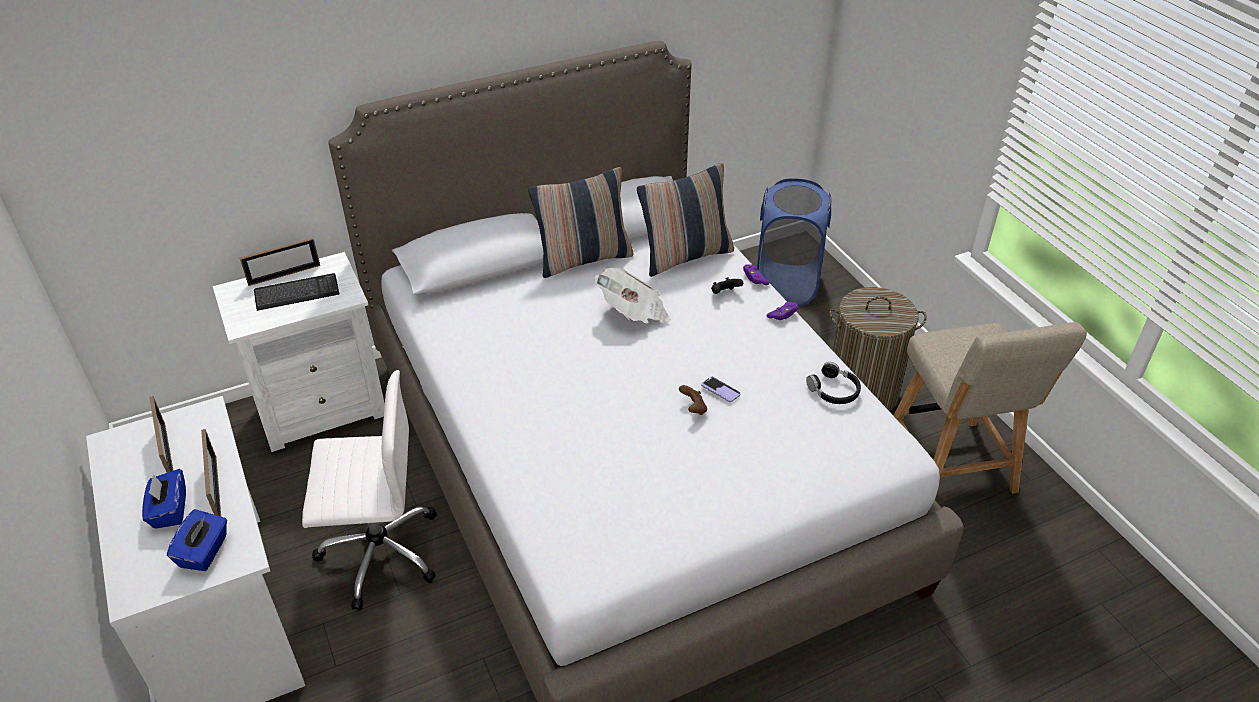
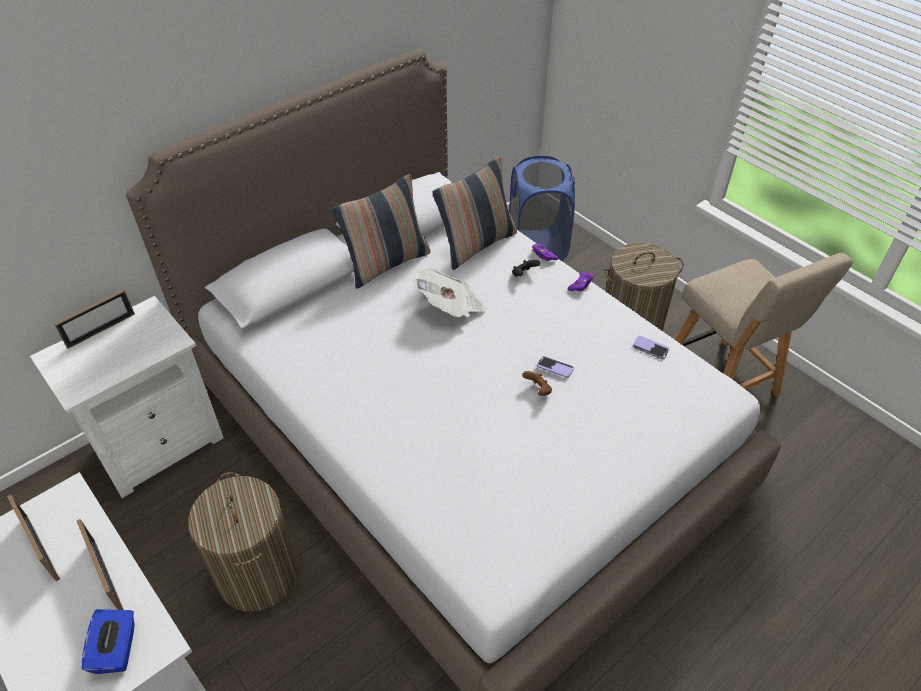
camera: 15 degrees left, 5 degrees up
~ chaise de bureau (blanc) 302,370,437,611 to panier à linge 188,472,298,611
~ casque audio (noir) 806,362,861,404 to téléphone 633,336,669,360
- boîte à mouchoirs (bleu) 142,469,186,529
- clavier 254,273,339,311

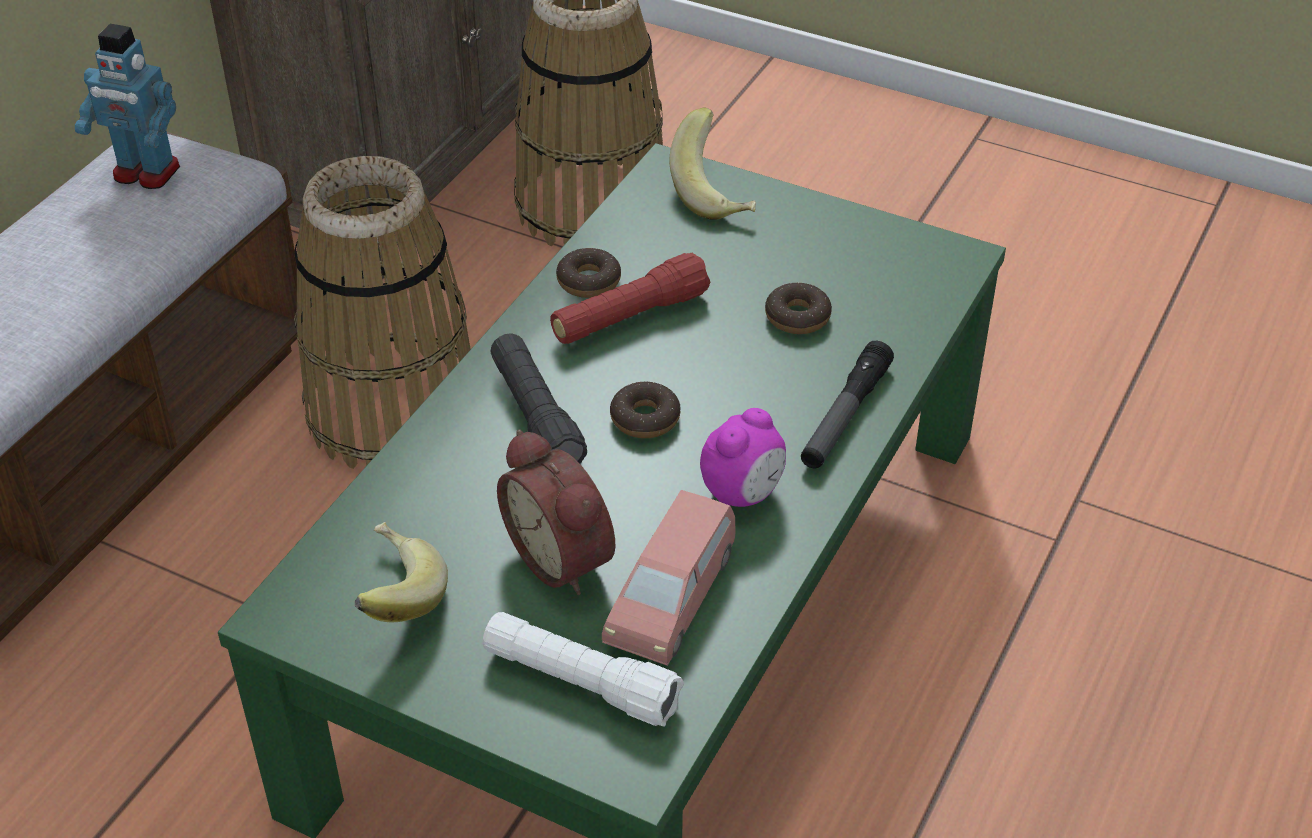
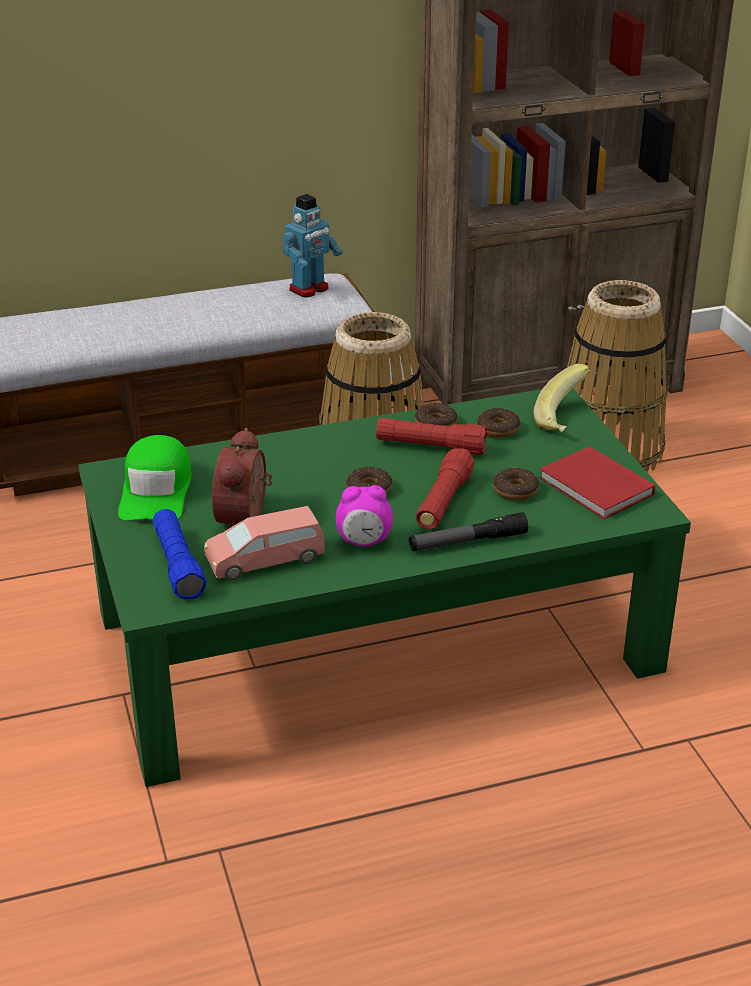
camera: 45 degrees right, 10 degrees down
~ banane 355,522,448,623 to casquette (vert) 118,435,191,520
~ lampe de poche (blanc) 483,612,684,726 to lampe de poche (bleu) 152,509,206,599
~ robot jouet 75,24,180,189 = 283,194,342,298 105 degrees counterclockwise
+ lampe de poche (rouge) 416,448,474,529
+ beignet 477,408,520,438
+ livre (rouge) 539,446,655,519
- lampe de poche (noir) 490,333,587,464

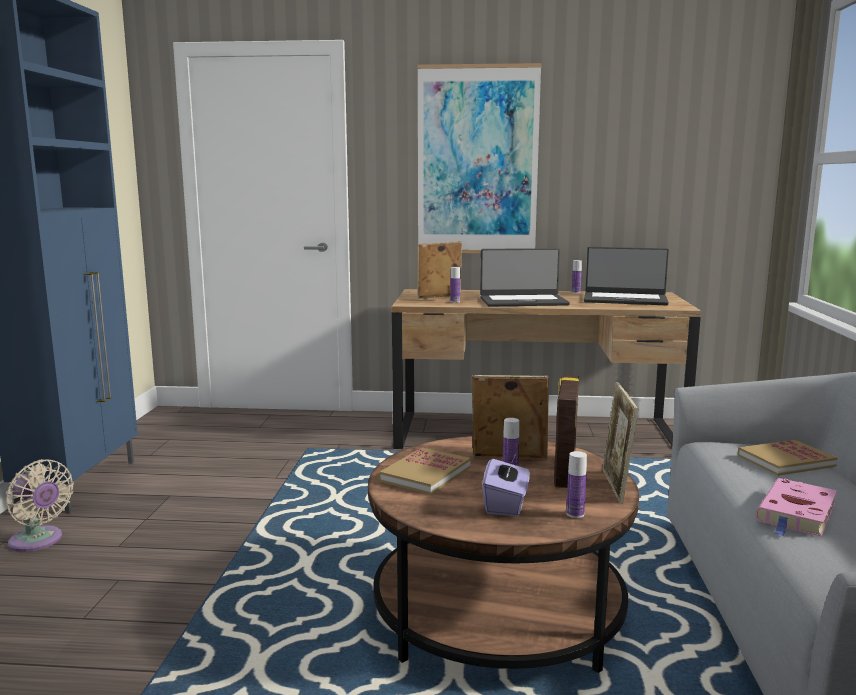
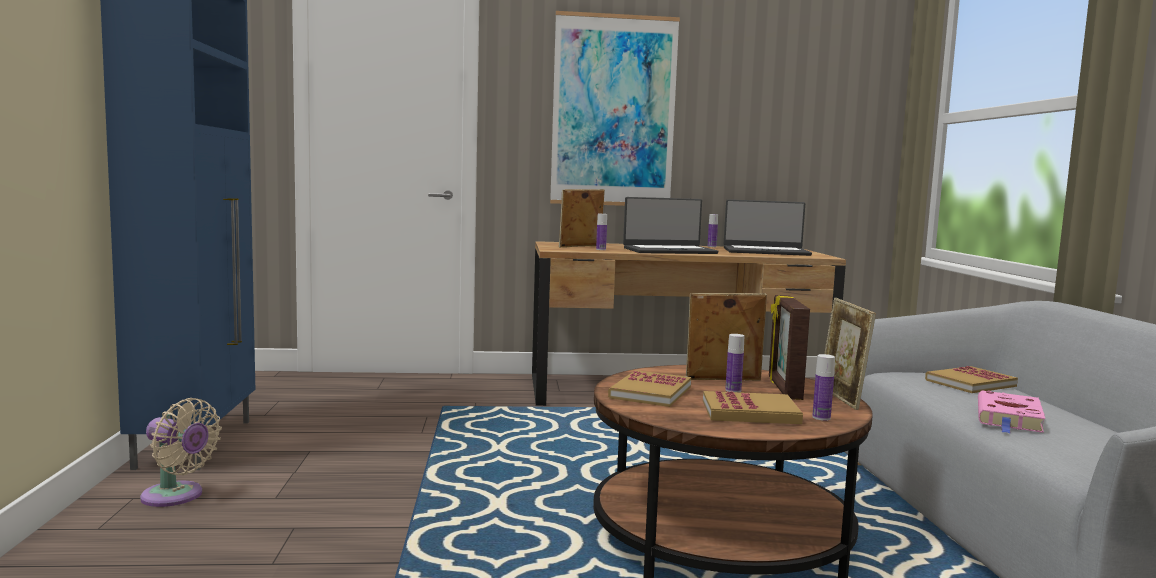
camera: 10 degrees left, 5 degrees down
~ boîte à mouchoirs (violet) 482,454,530,516 to livre 703,391,803,424

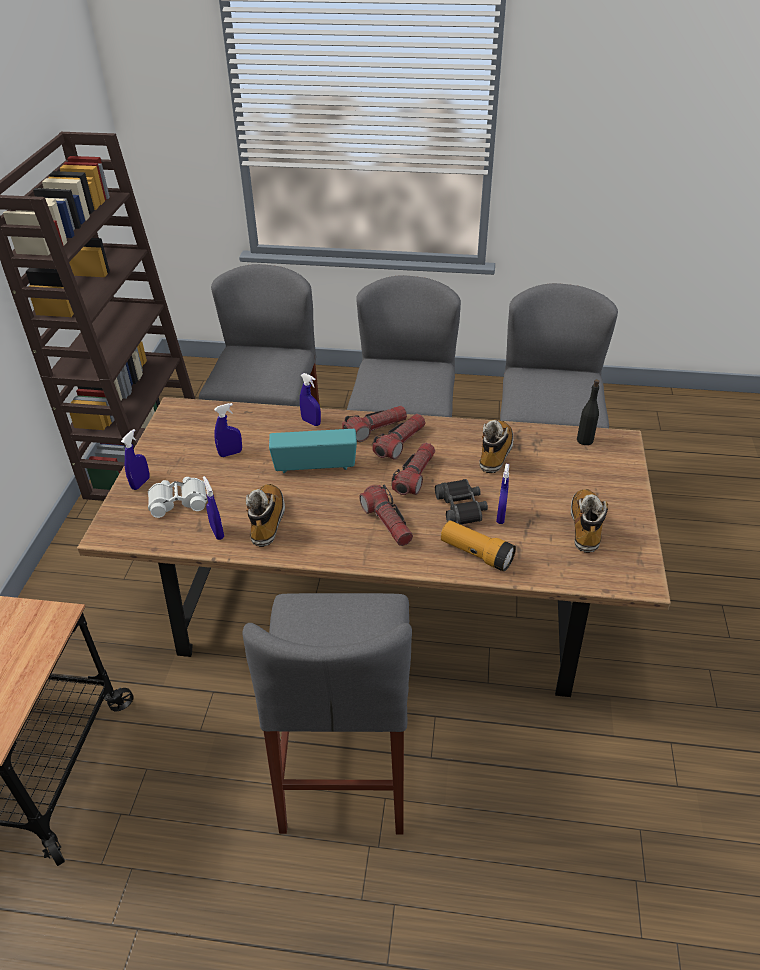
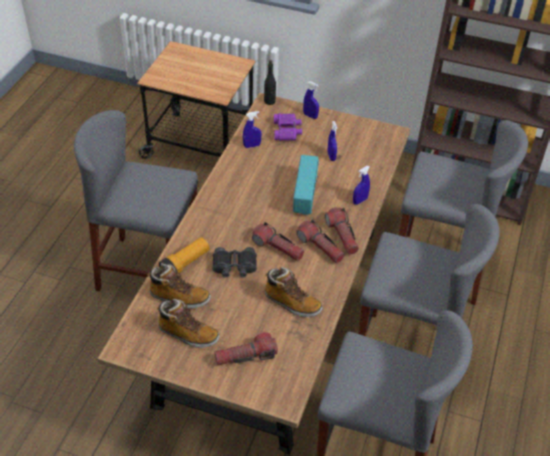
camera: 100 degrees right, 5 degrees up
~ botte 246,484,285,547 to 148,264,211,309
~ lampe de poche 359,485,413,546 to 214,332,278,365
~ bouteille (noir) 577,379,599,445 to 264,60,276,105
~ jumelles (blanc) 148,477,207,518 to jumelles (violet) 274,113,302,141
- vaporisateur (bleu) 496,464,509,524

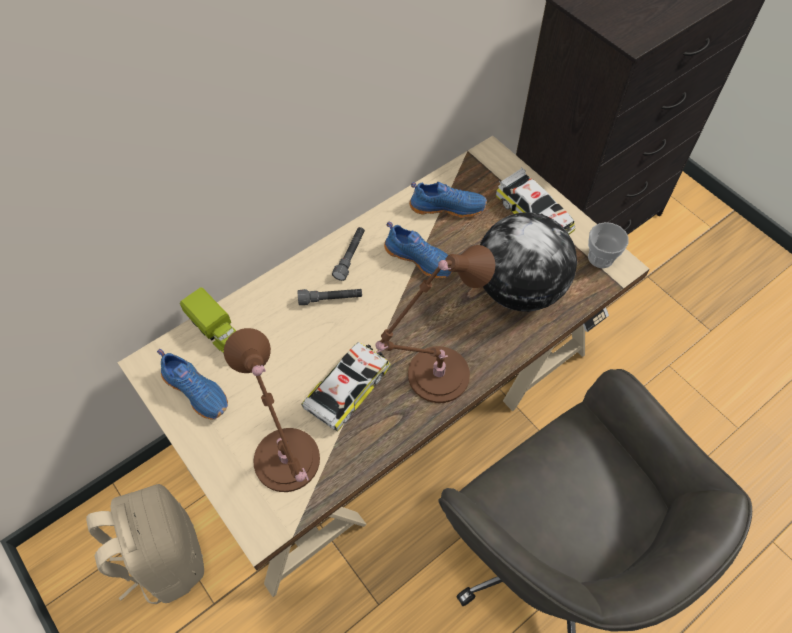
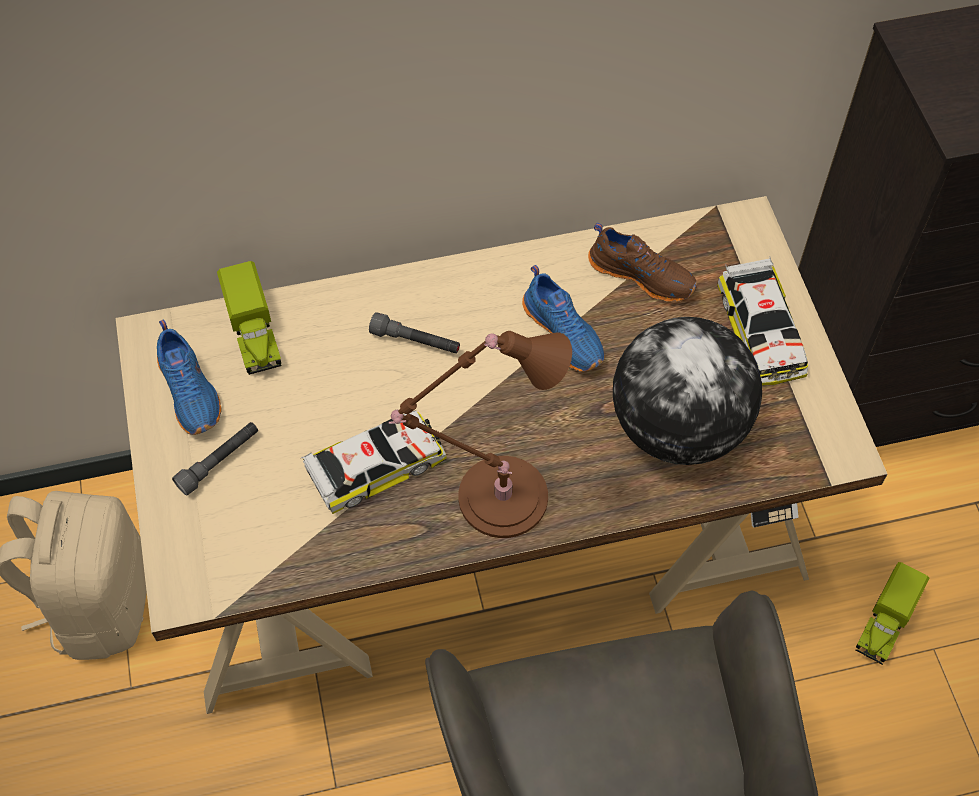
camera: 25 degrees right, 0 degrees up
~ lampe de poche (gris) 332,227,365,281 to 172,422,258,496
~ chaussure (bleu) 409,182,487,218 to chaussure (marron) 588,223,697,302
+ camion jouet 856,562,930,665
- lampe de table (marron) 224,328,320,492
- tasse 588,222,629,268

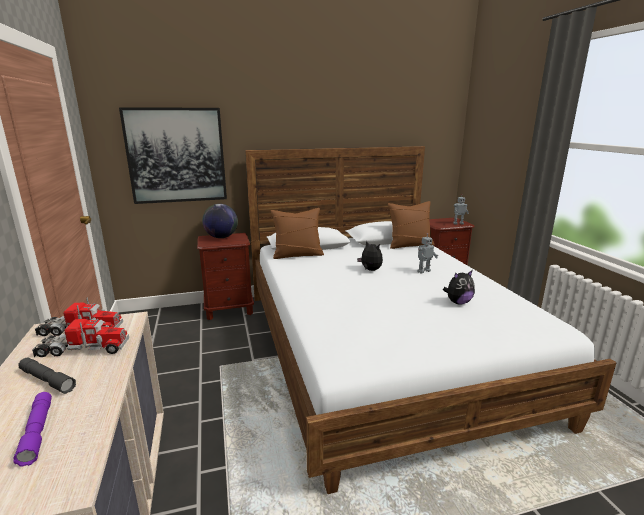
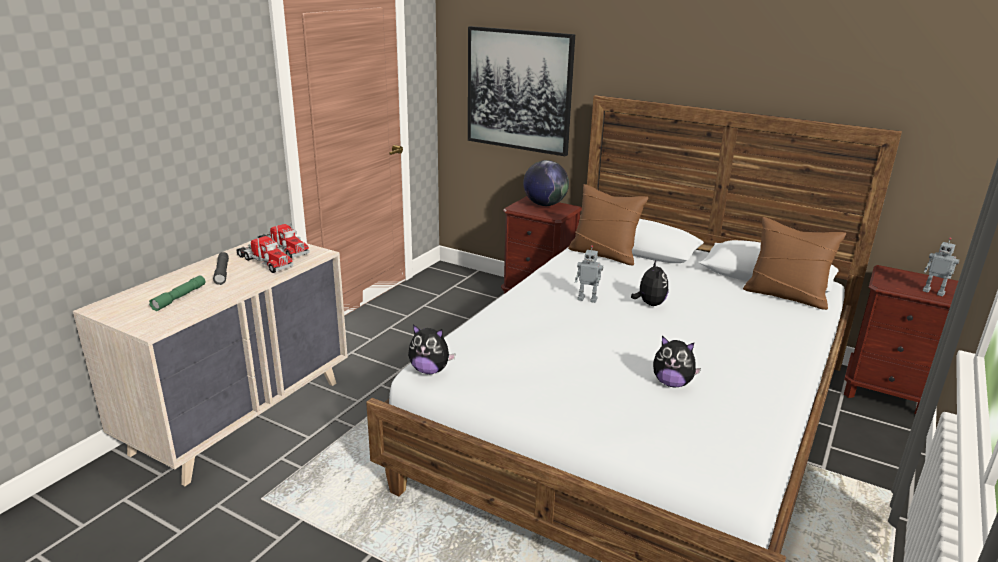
camera: 45 degrees right, 5 degrees up
~ lampe de poche (violet) 13,392,52,467 to lampe de poche (vert) 149,276,205,311
+ peluche 408,325,456,374
~ robot jouet 417,233,438,274 to 575,245,603,303

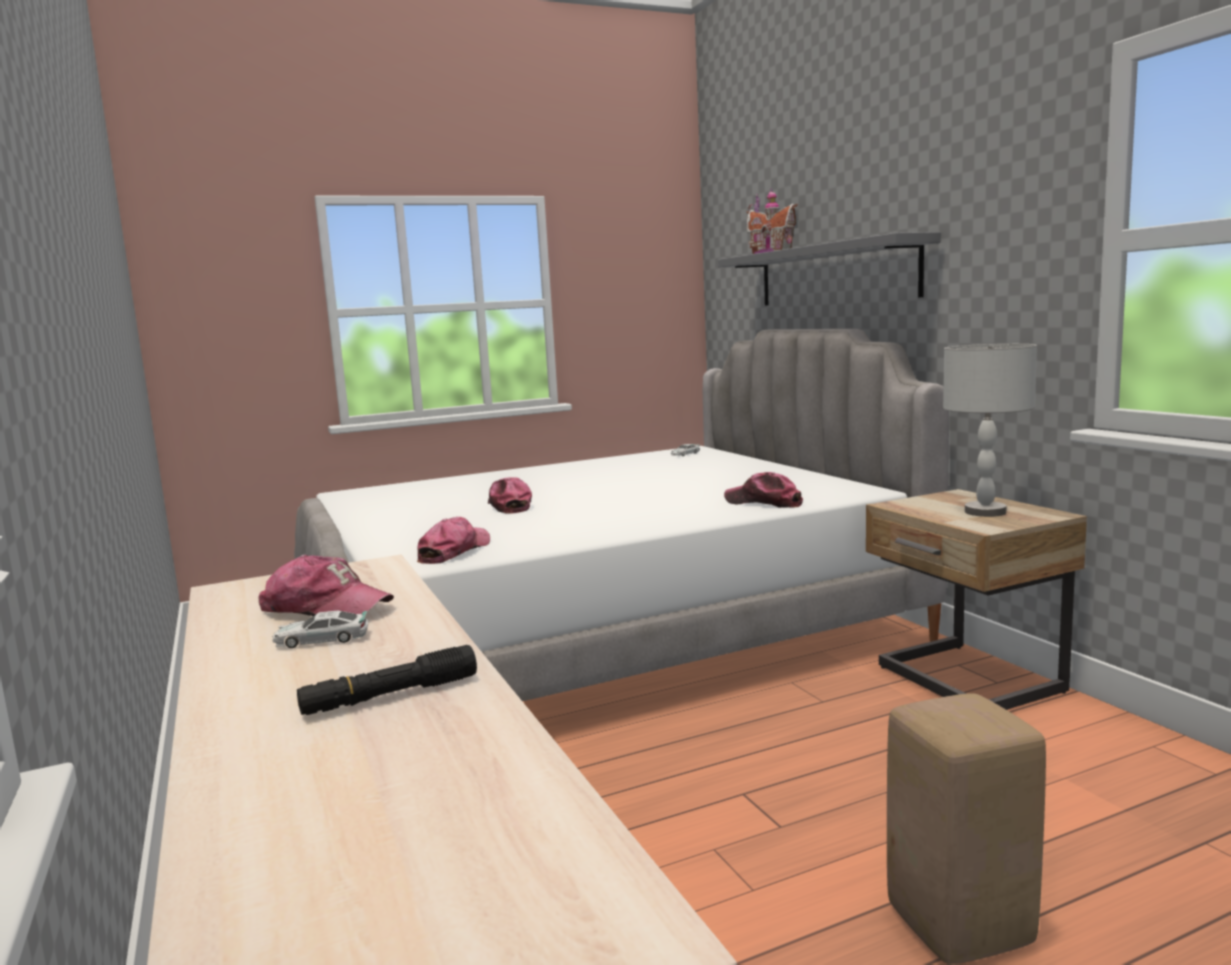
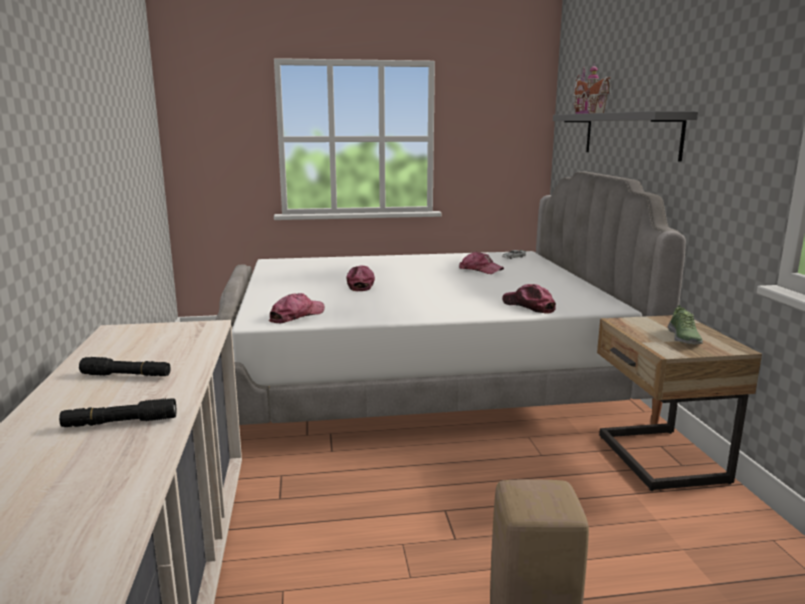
camera: 15 degrees right, 5 degrees up
~ petite voiture 273,610,368,648 to lampe de poche (noir) 79,357,171,376
~ casquette 258,555,394,616 to 459,252,504,274
~ lampe de table (gris) 943,344,1037,517 to chaussure 668,305,703,345

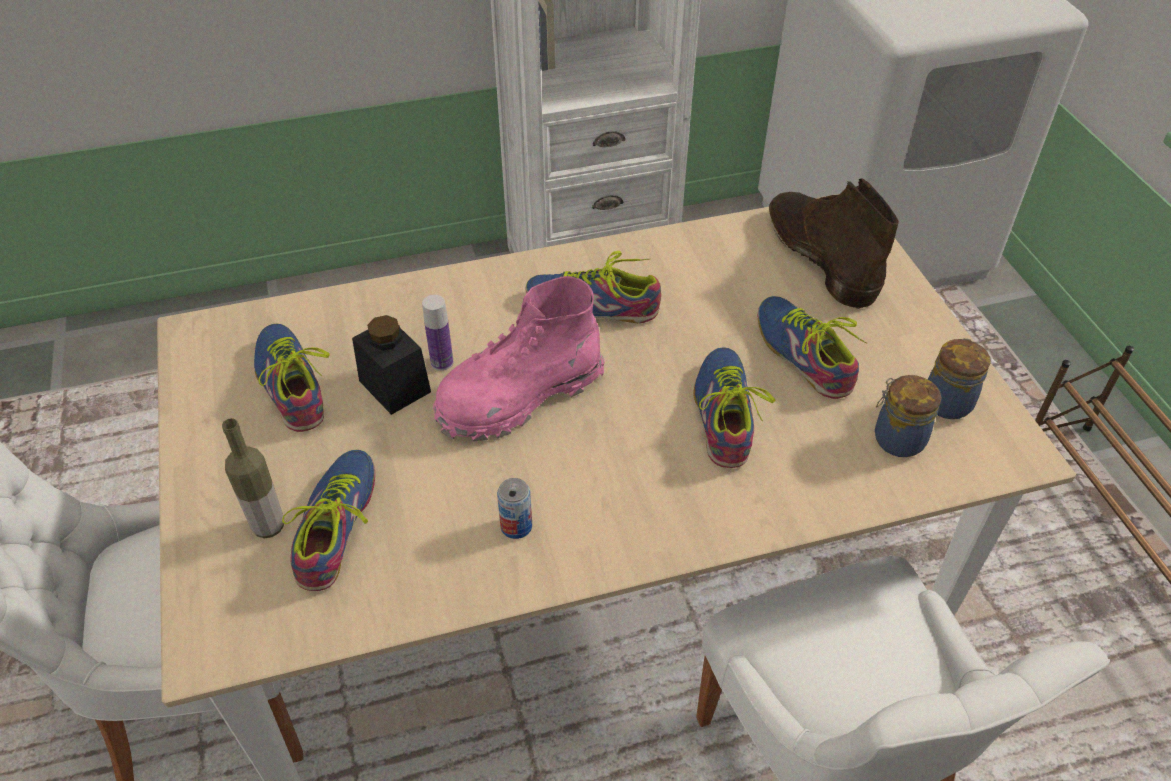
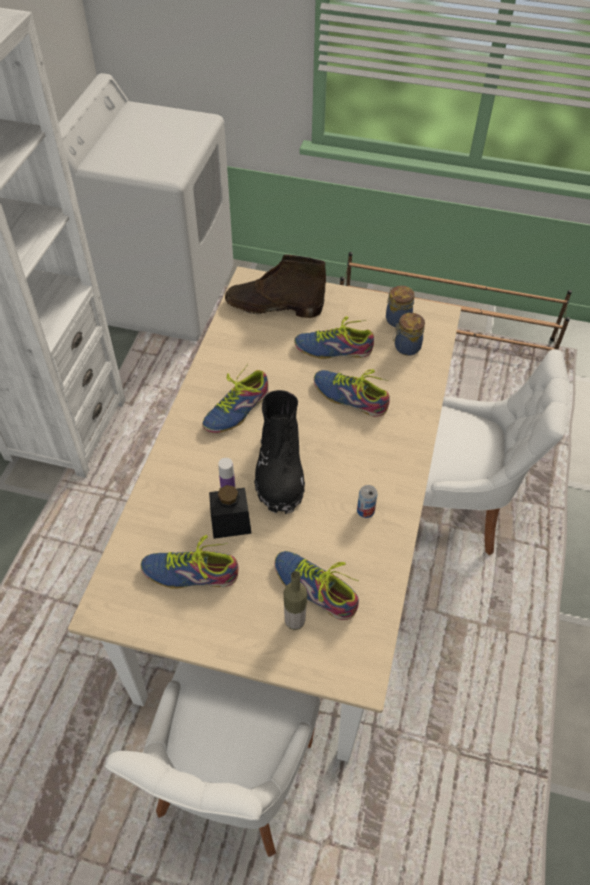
camera: 60 degrees left, 5 degrees up
~ botte (rose) 433,276,605,442 to botte (noir) 254,390,305,514

